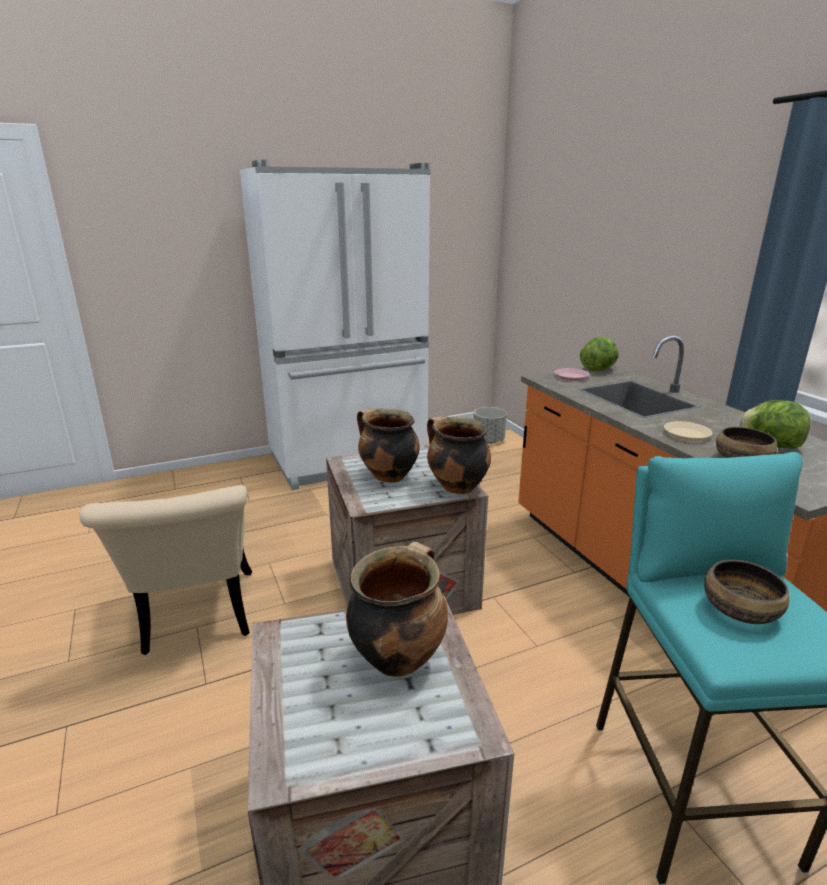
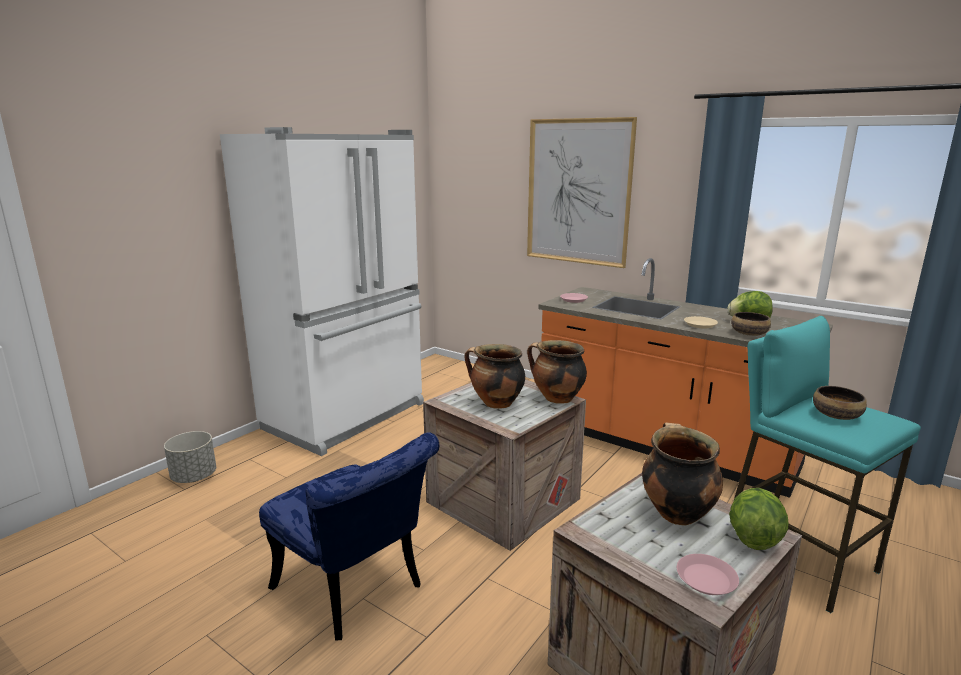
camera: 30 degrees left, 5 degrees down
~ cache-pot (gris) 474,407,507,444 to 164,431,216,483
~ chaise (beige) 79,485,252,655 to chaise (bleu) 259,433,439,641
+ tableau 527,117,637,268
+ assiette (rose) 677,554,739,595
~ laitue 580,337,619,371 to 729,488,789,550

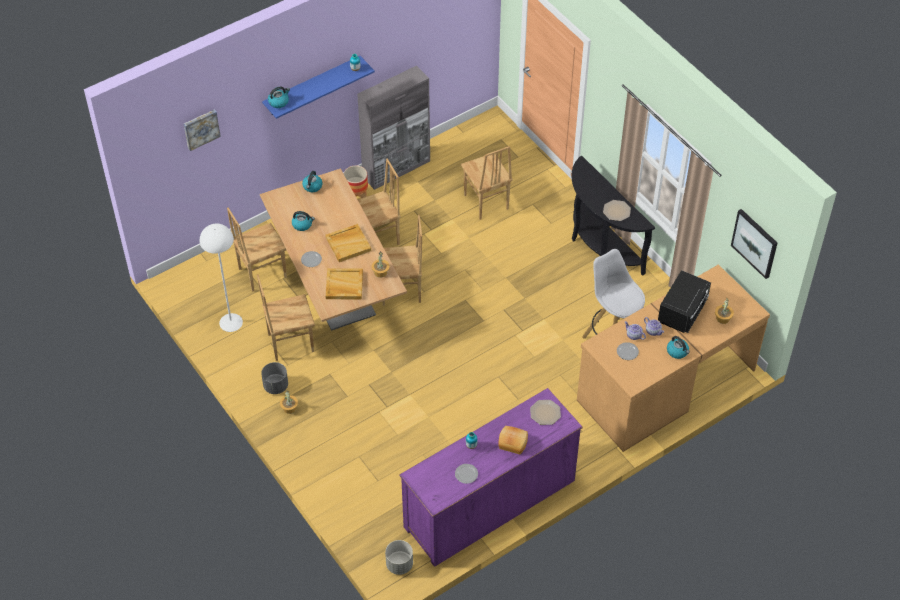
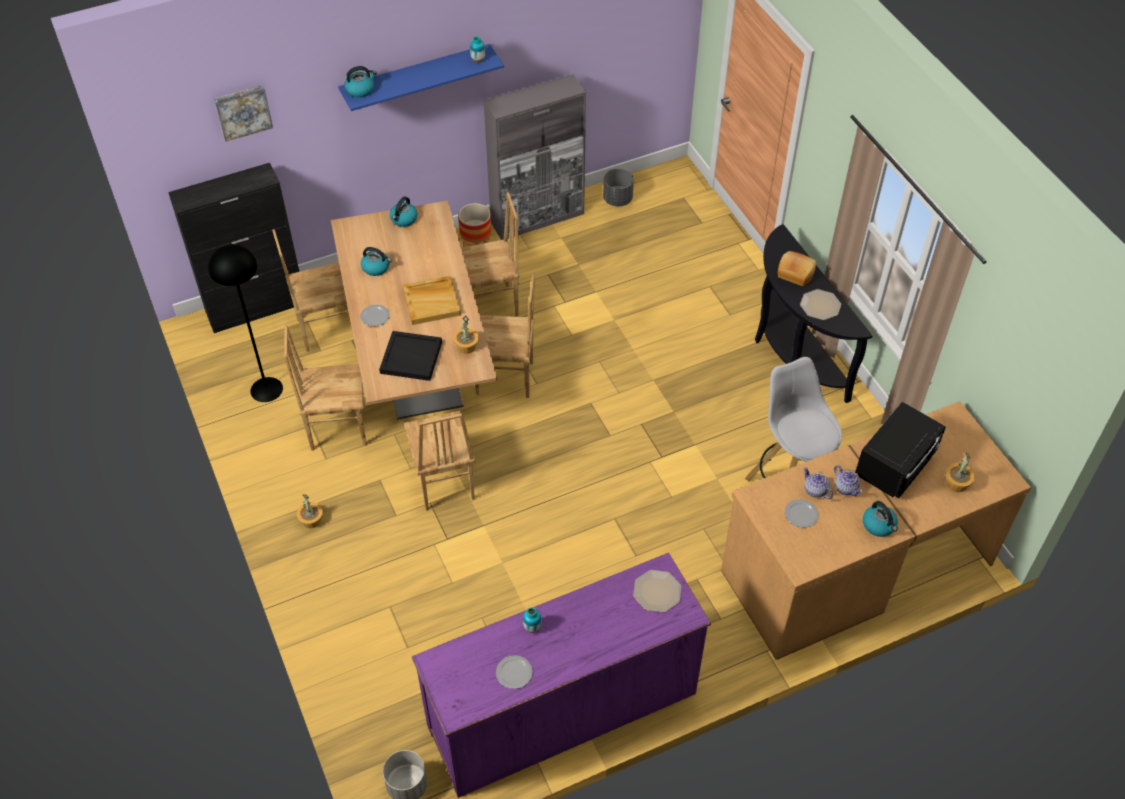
camera: 10 degrees right, 0 degrees up
+ meuble de rangement (noir) 168,163,299,333
~ lampadaire (blanc) 200,224,243,332 to lampadaire (noir) 208,244,283,402
~ plateau (beige) 326,268,363,299 to plateau (noir) 379,331,442,381
~ chaise (marron) 461,146,513,220 to 404,411,475,511
~ cache-pot (gris) 261,362,288,394 to 603,168,634,206
~ pain 498,426,528,454 to 778,251,816,286
- tableau 731,209,777,279

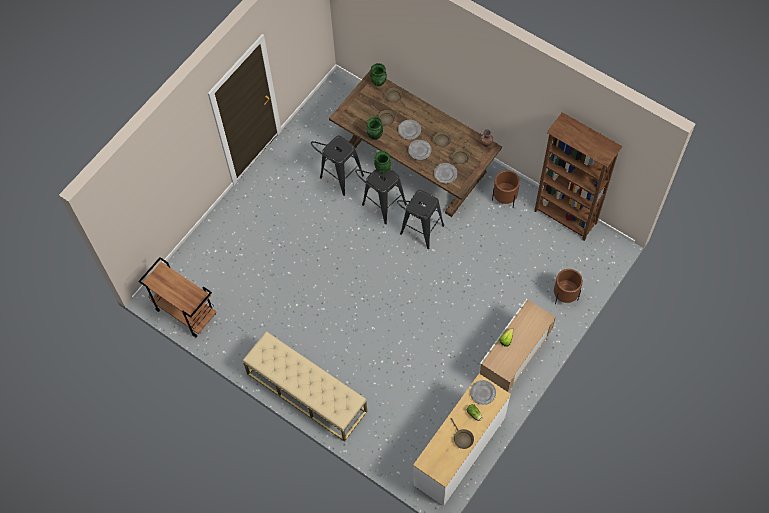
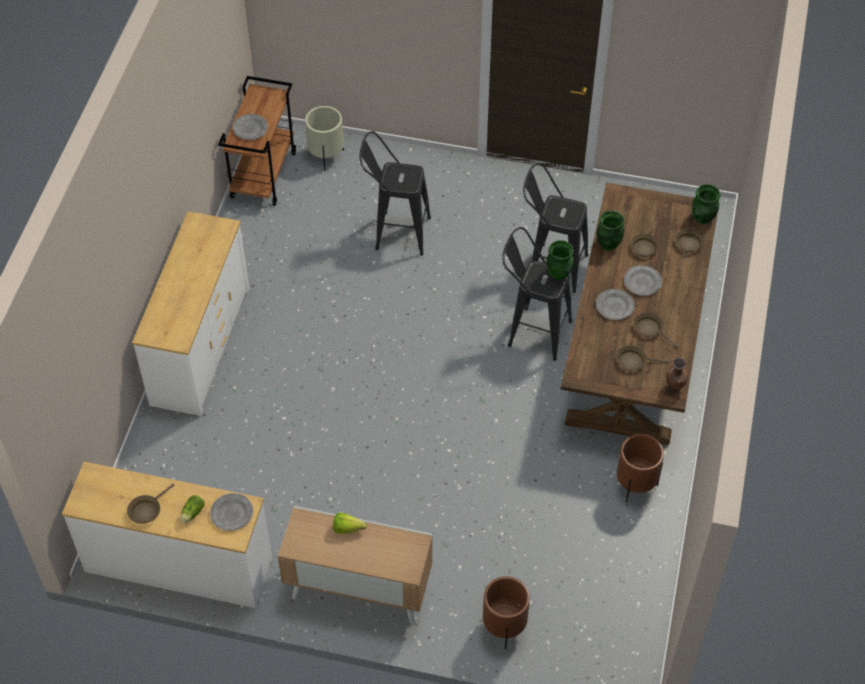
camera: 65 degrees right, 10 degrees down
~ banc (beige) 243,331,367,442 to commode (blanc) 132,211,249,416
~ assiette (gris) 434,163,457,184 to 233,114,268,140
+ cache-pot (beige) 305,106,344,171
~ tabouret (noir) 397,190,444,249 to 360,131,431,256
- bibliothèque (marron) 534,112,623,241

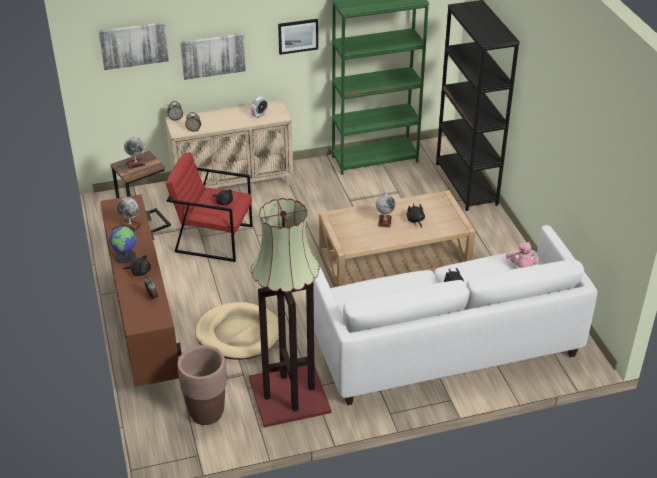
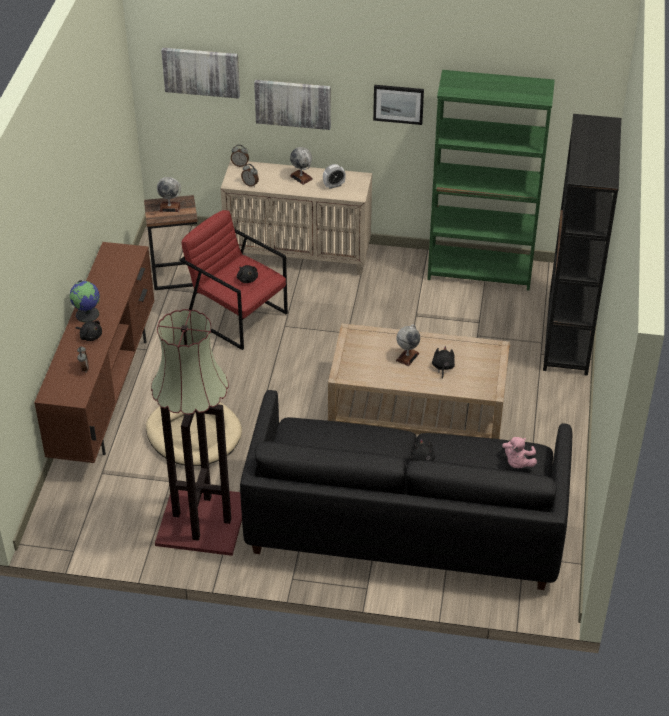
camera: 25 degrees right, 5 degrees up
~ canapé (blanc) 313,225,597,405 to canapé (noir) 240,390,572,590
~ globe 117,197,142,232 to 290,147,313,185
- cache-pot (marron) 177,345,227,425

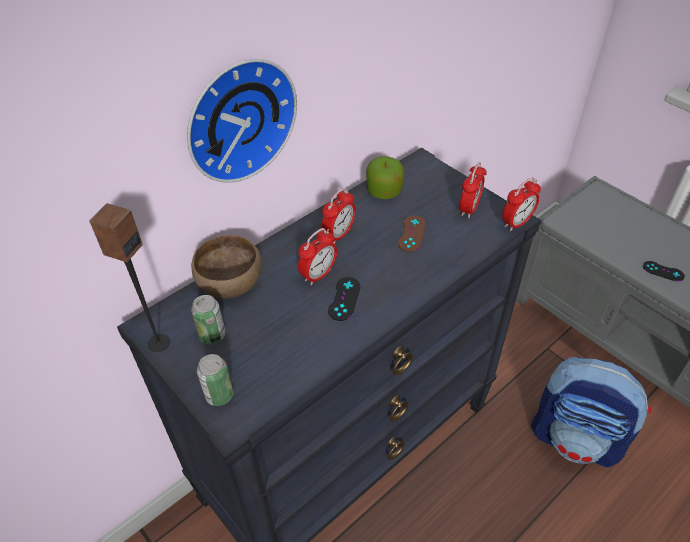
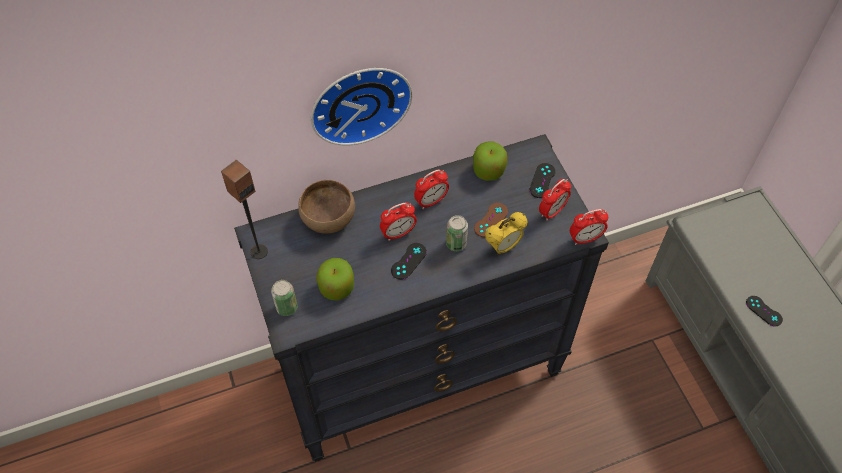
camera: 20 degrees right, 10 degrees up
+ pomme 316,258,354,300
~ boîte métallique 191,295,226,345 to 446,215,468,251
+ réveil 485,212,528,255
+ manette (noir) 530,163,555,198
- sac à dos 531,357,652,468

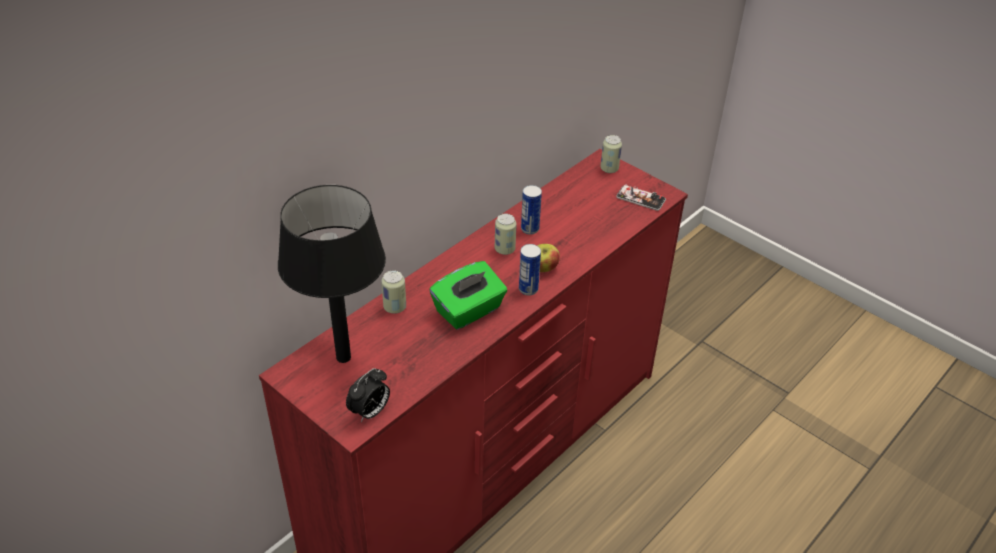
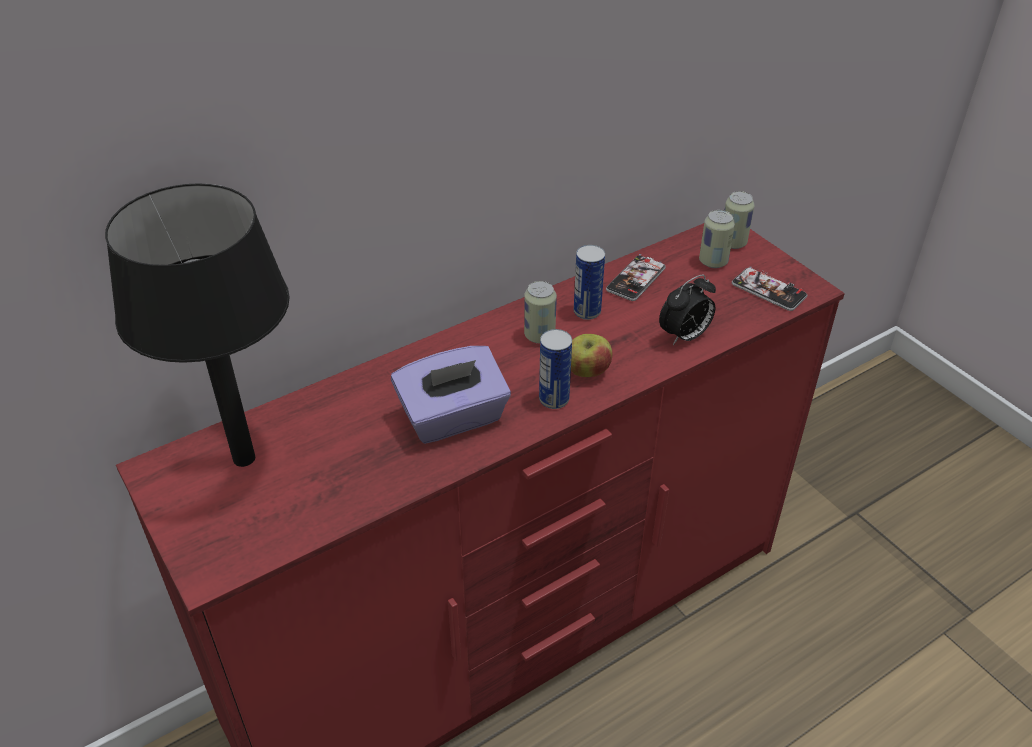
camera: 15 degrees right, 0 degrees up
~ boîte à mouchoirs (vert) 429,261,507,330 to boîte à mouchoirs (violet) 391,346,511,444
+ téléphone 606,254,666,301
~ réveil 346,368,390,422 to 659,275,716,345
~ boîte métallique 381,270,406,314 to 699,210,735,268

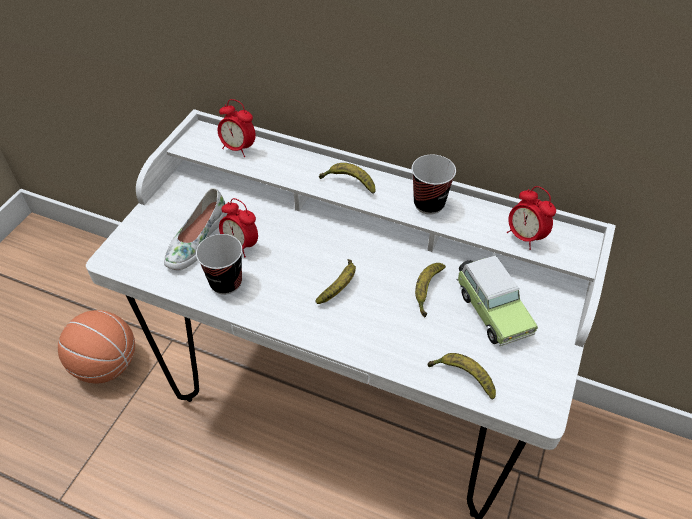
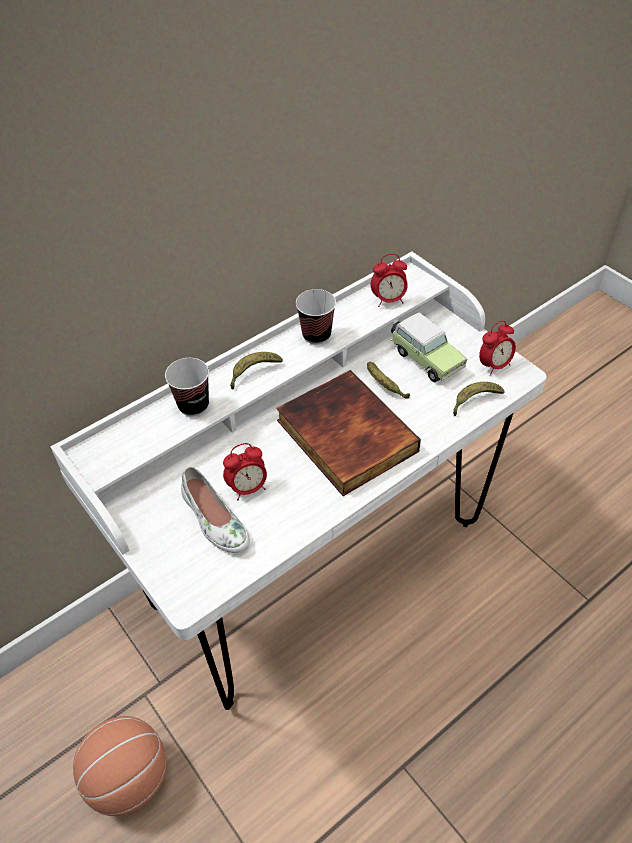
camera: 60 degrees left, 0 degrees up
~ tasse 196,234,242,295 to 165,358,209,416
~ banane 315,259,356,304 to livre 276,370,421,496
~ petite voiture 456,255,538,347 = 391,312,467,382 45 degrees clockwise
~ réveil 218,99,256,157 to 479,321,516,376

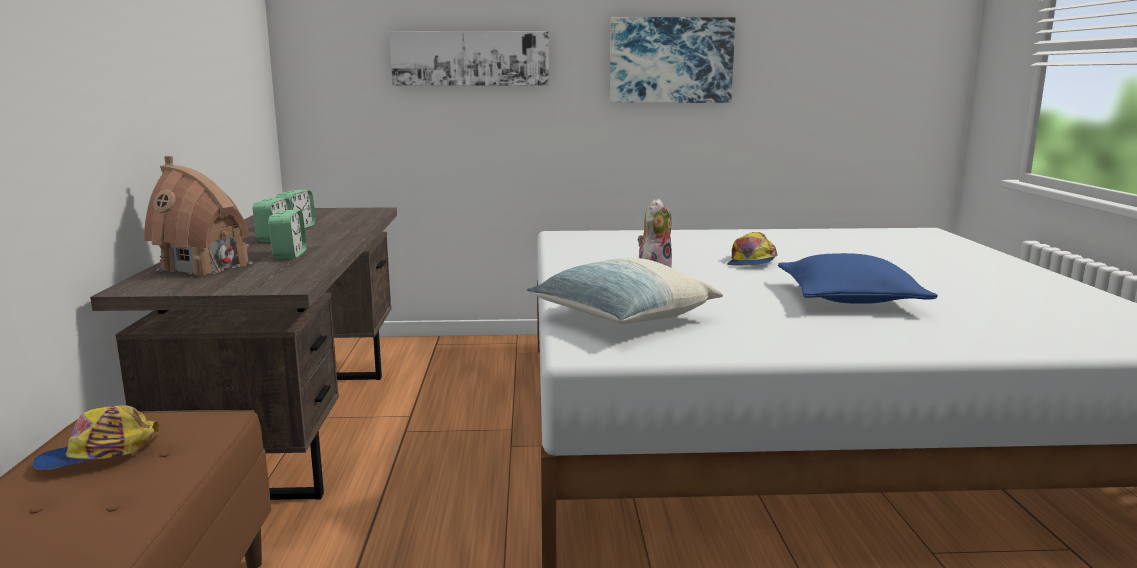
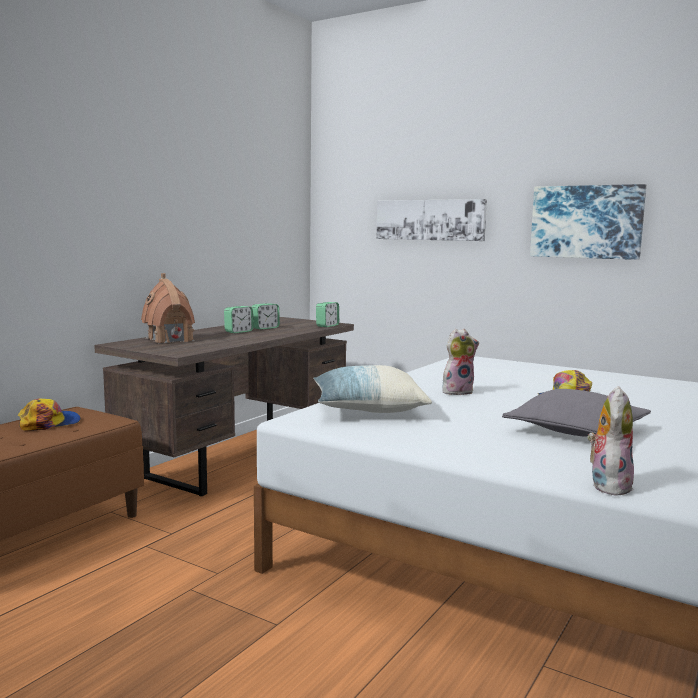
camera: 35 degrees right, 5 degrees down
~ casquette 32,405,159,470 = 18,398,81,431 135 degrees clockwise
~ réveil 268,210,307,259 to 316,302,339,327
~ coussin (bleu) 778,253,938,304 to coussin (gris) 502,389,651,437
+ peluche 587,386,634,496

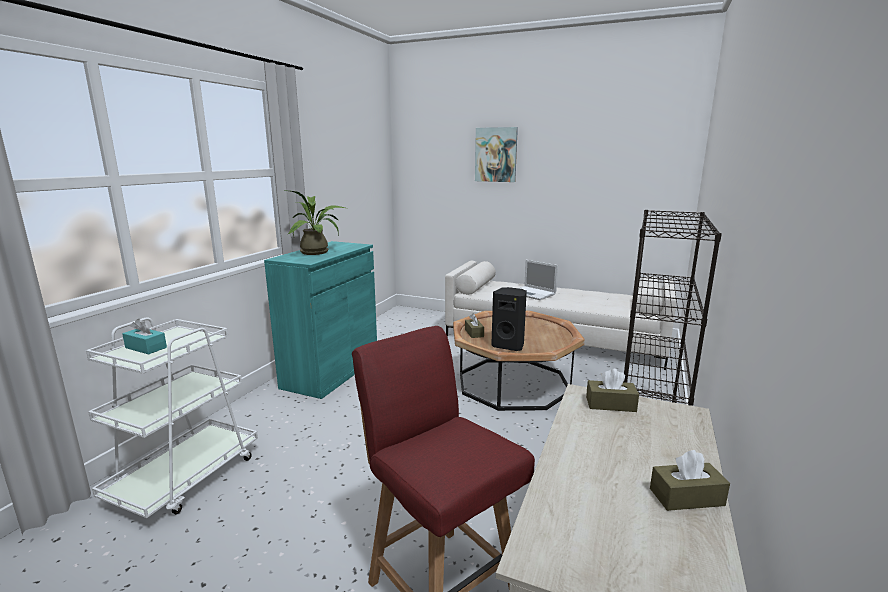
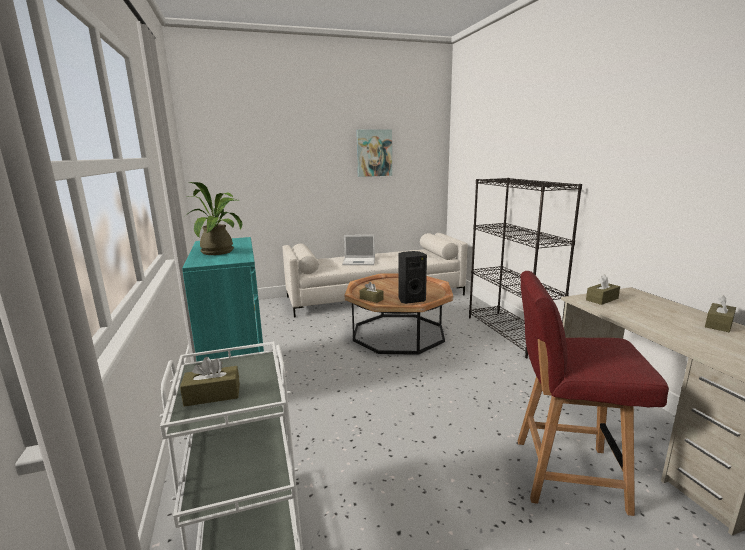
camera: 40 degrees left, 0 degrees up
~ boîte à mouchoirs (turquoise) 122,319,167,354 to boîte à mouchoirs (marron) 180,357,240,407
~ tableau 475,127,518,182 to 356,129,392,177

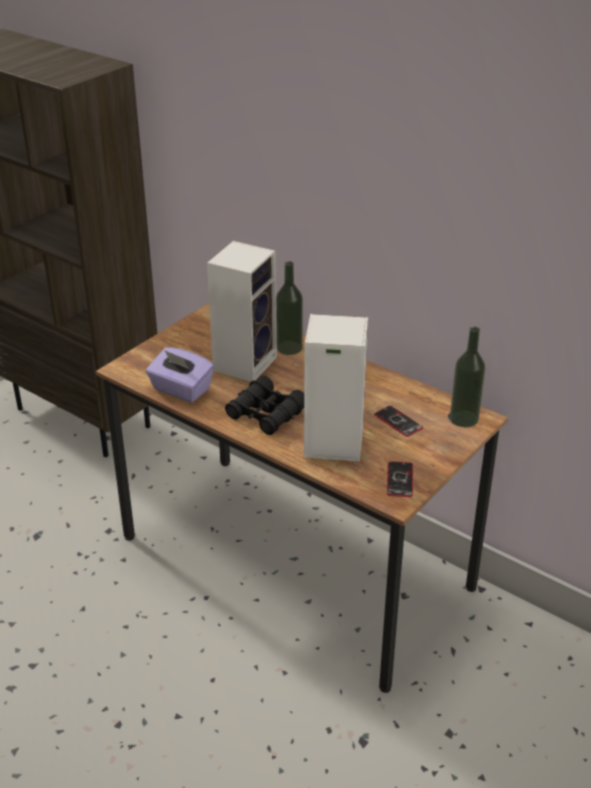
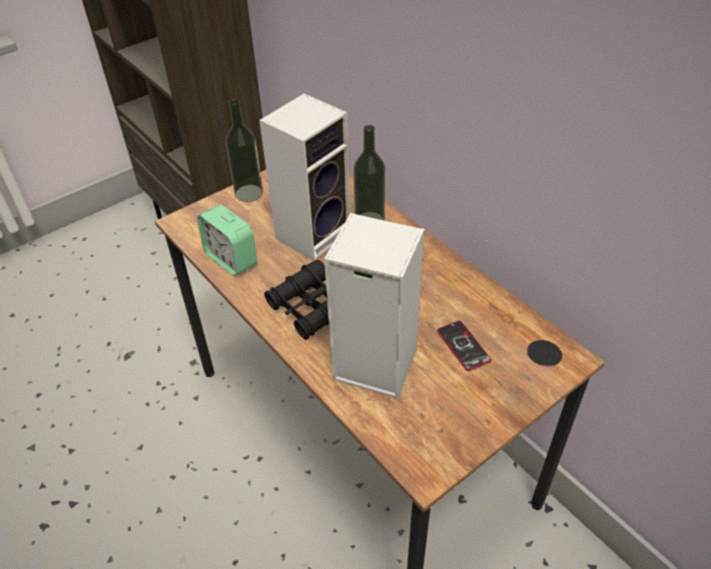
camera: 15 degrees right, 10 degrees up
~ boîte à mouchoirs (violet) 146,347,214,403 to réveil 197,205,257,276
~ bouteille 450,327,485,427 to 225,99,263,202
- téléphone 387,461,413,497

